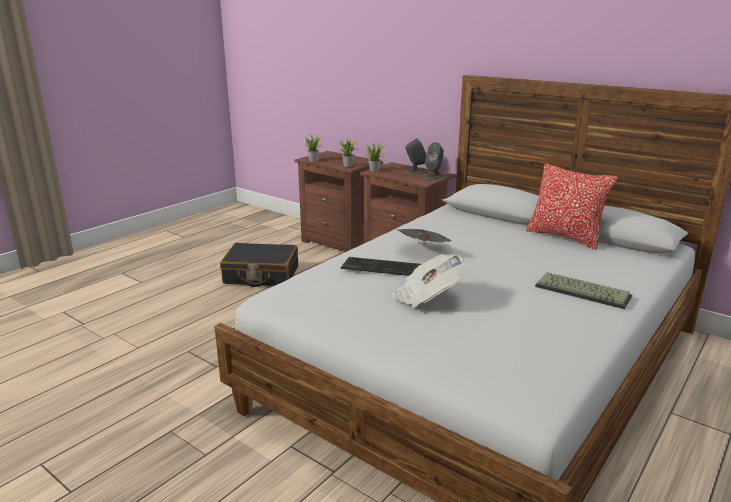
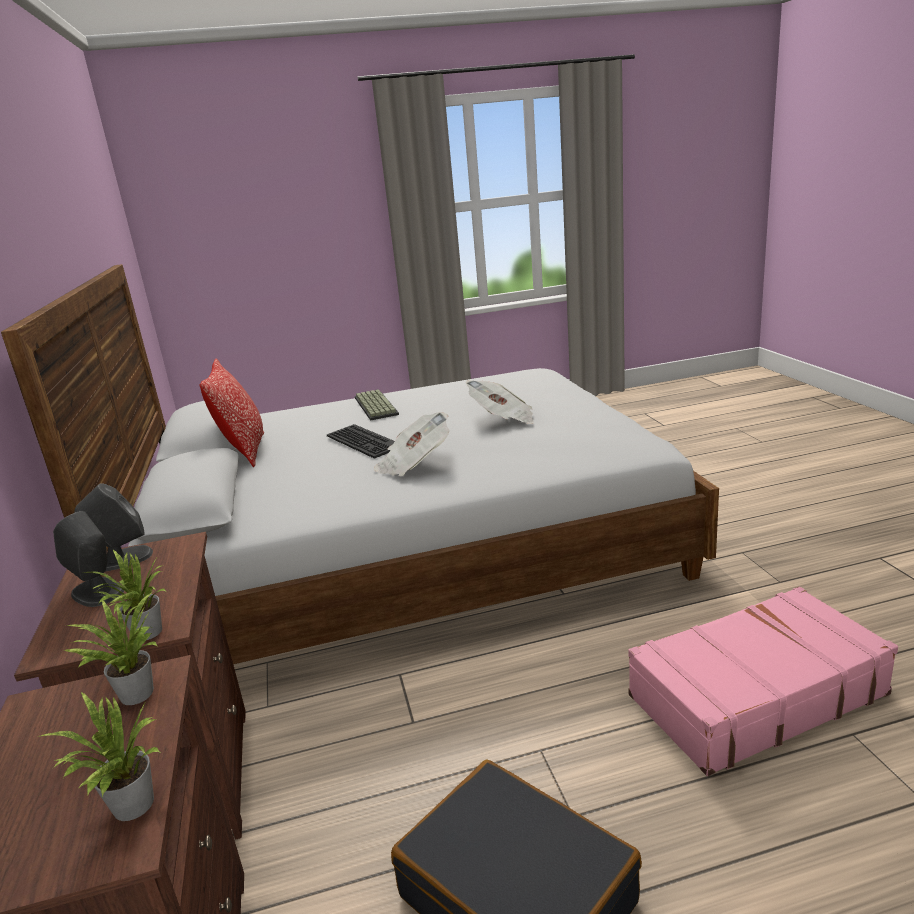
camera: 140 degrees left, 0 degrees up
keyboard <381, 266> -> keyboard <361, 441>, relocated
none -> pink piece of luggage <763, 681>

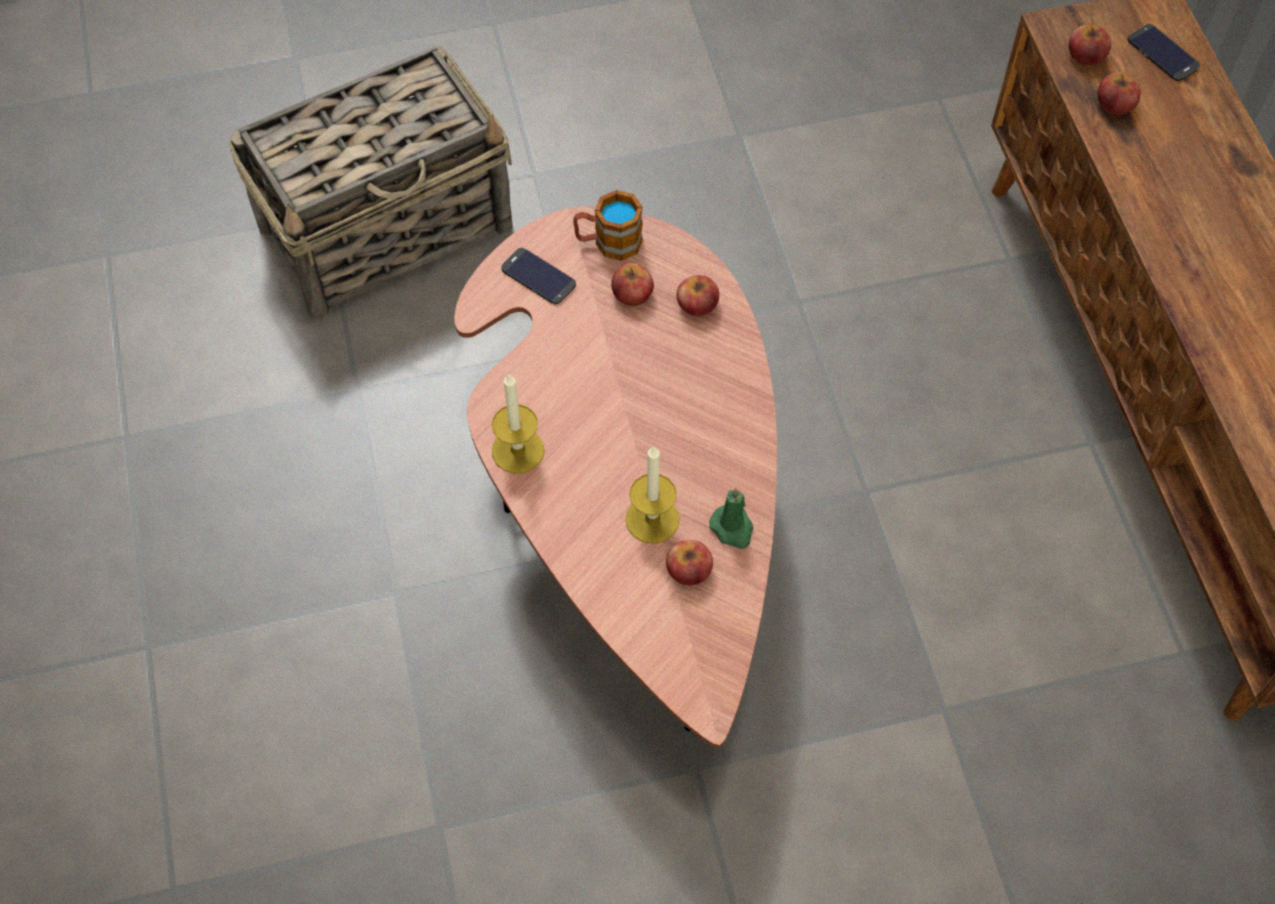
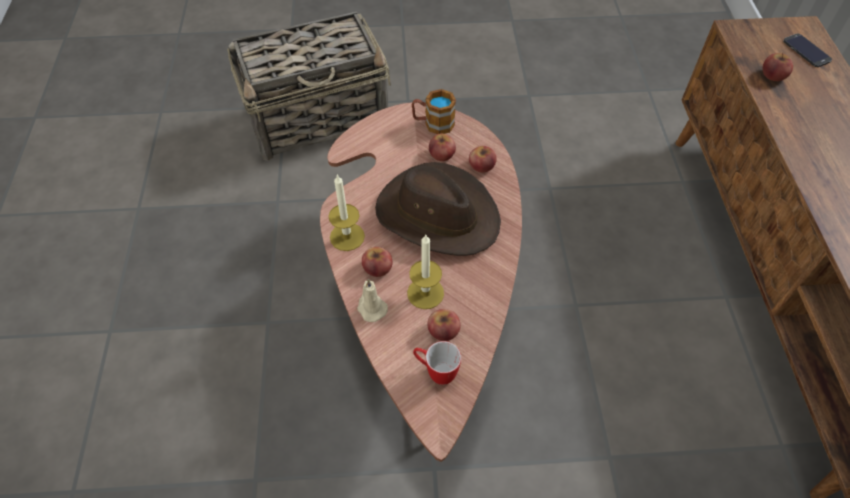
camera: 10 degrees right, 5 degrees down
apple <1090, 44> -> apple <377, 262>, relocated
telephone <538, 276> -> none
green wax candle <731, 518> -> none
none -> brown wearable hat <438, 209>
none -> beige wax candle <372, 300>
none -> tea mug <437, 363>

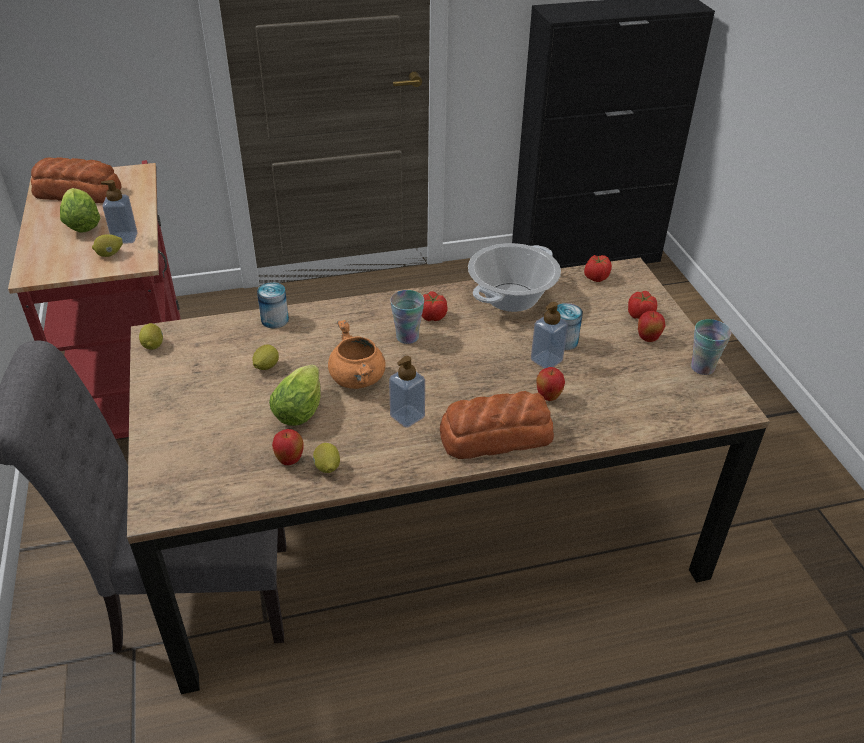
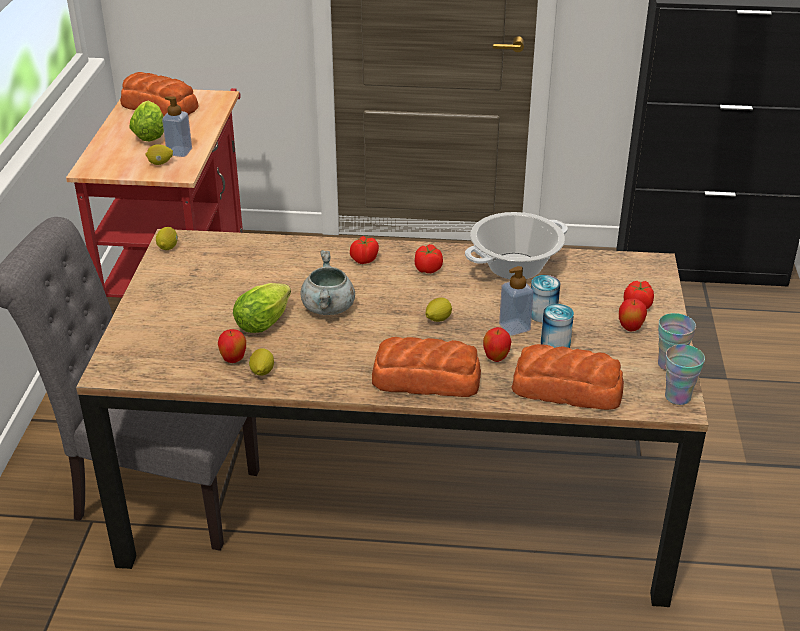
camera: 20 degrees right, 5 degrees down
whole tomato <598, 268> -> whole tomato <364, 250>, relocated
can <273, 305> -> can <557, 326>, relocated
drinking cup <407, 317> -> drinking cup <685, 374>, relocated
orange saucepot <357, 354> -> grey saucepot <328, 282>
citrus fruit <265, 357> -> citrus fruit <438, 310>, relocated
liquid soap bottle <407, 392> -> none
none -> bakery bread <567, 377>

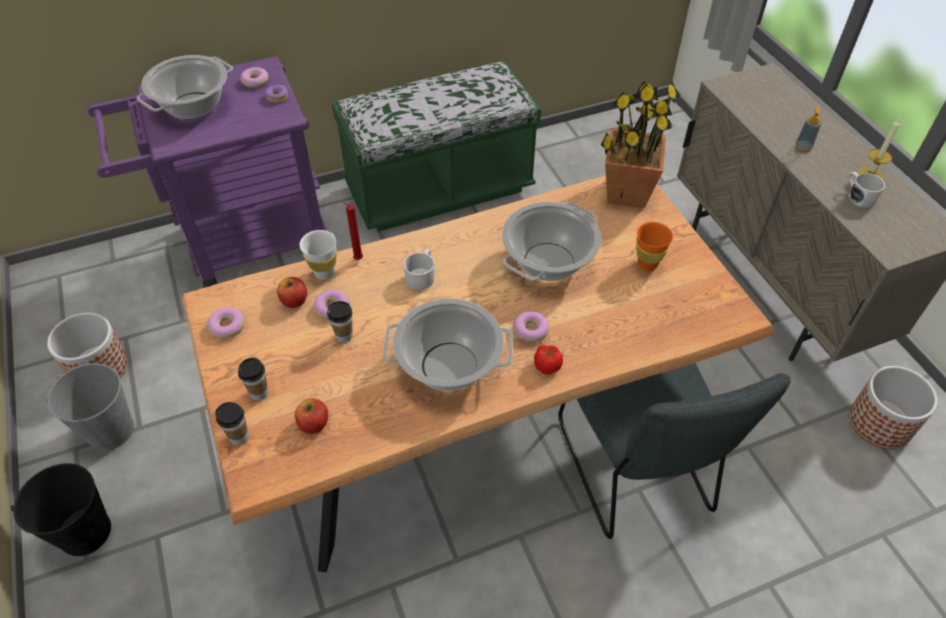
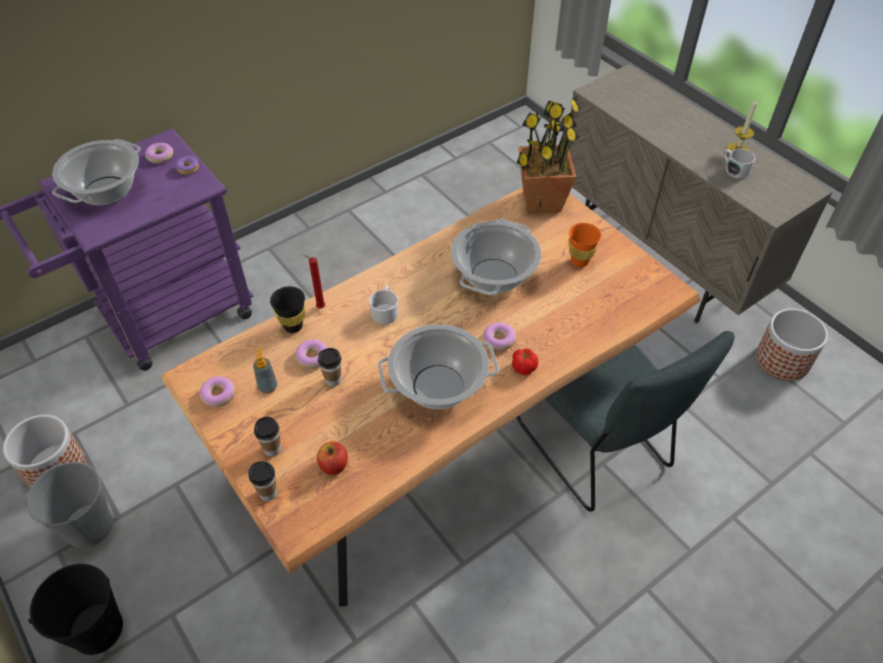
camera: 15 degrees left, 0 degrees up
green bench <436, 146> -> none
liquid soap bottle <808, 129> -> liquid soap bottle <265, 370>, relocated
white drinking cup <318, 255> -> black drinking cup <287, 309>
apple <292, 292> -> none

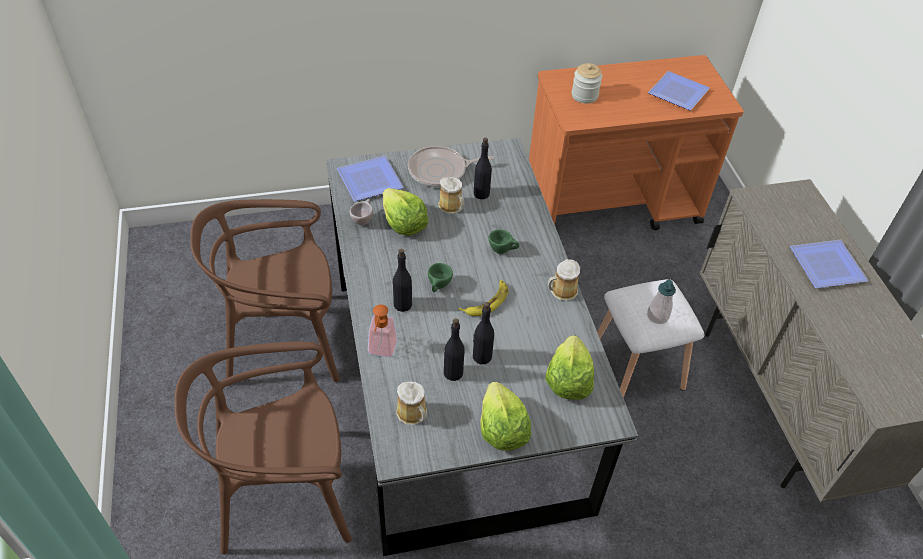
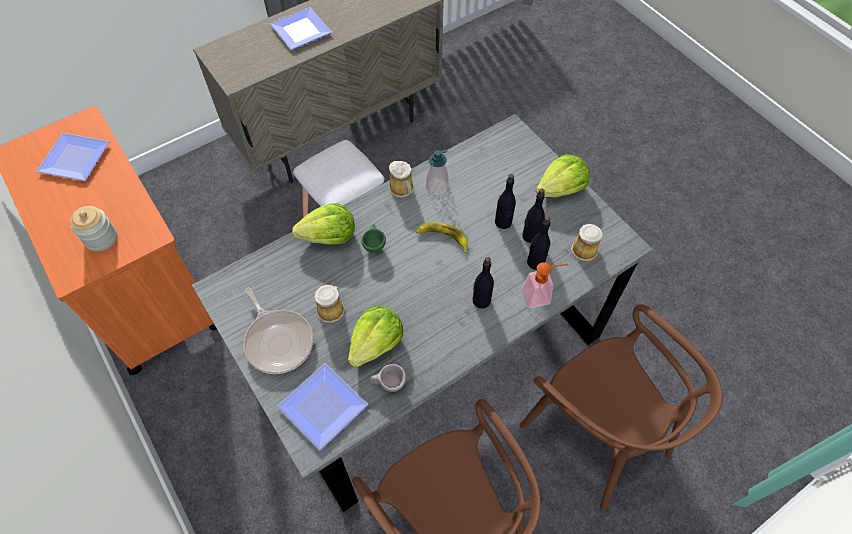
camera: 110 degrees left, 10 degrees up
black bottle <483, 168> -> black bottle <538, 243>, relocated
green drinking cup <440, 277> -> none
liquid soap bottle <661, 302> -> liquid soap bottle <437, 172>, relocated
head of lettuce <569, 367> -> head of lettuce <323, 224>, relocated

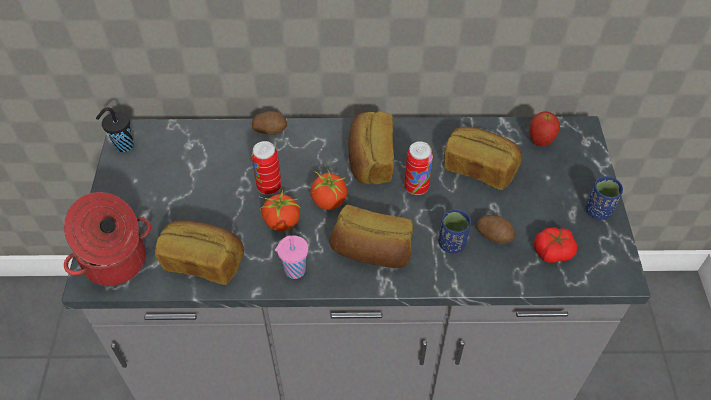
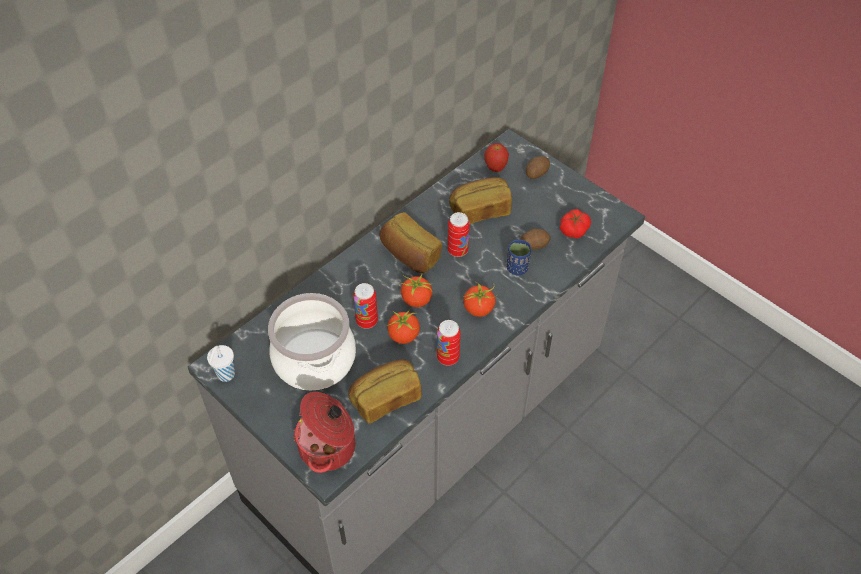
camera: 45 degrees left, 0 degrees up
black drinking cup <115, 129> -> white drinking cup <221, 363>
spud <269, 123> -> spud <538, 167>, relocated
blue-coloured drinking cup <604, 198> -> none
bakery bread <371, 236> -> whole tomato <479, 300>
pink drinking cup <291, 257> -> can <449, 343>
none -> saucepot <312, 341>

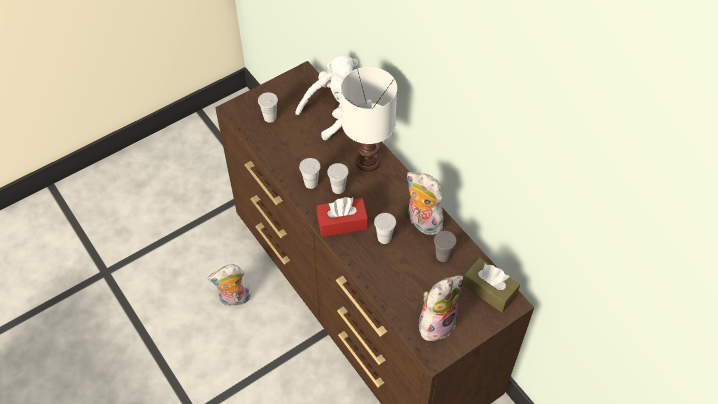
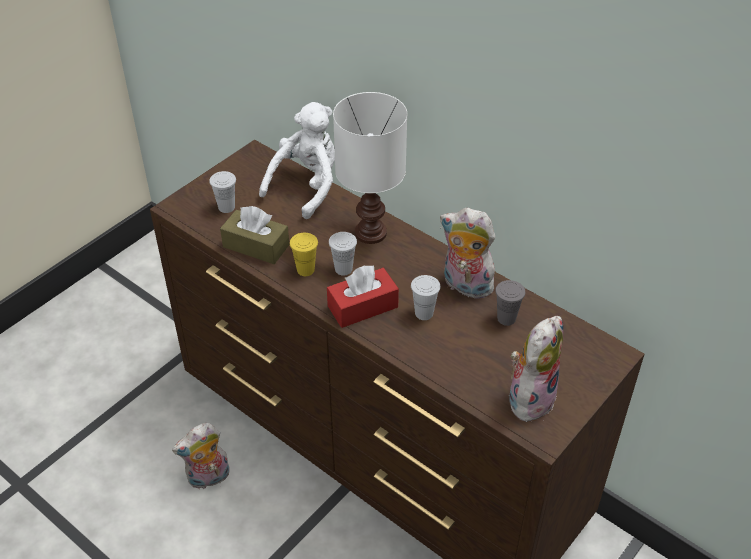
camera: 15 degrees left, 10 degrees down
white drinking cup <309, 173> -> yellow-coloured drinking cup <304, 254>
brown tissue holder <491, 285> -> brown tissue holder <254, 235>, relocated

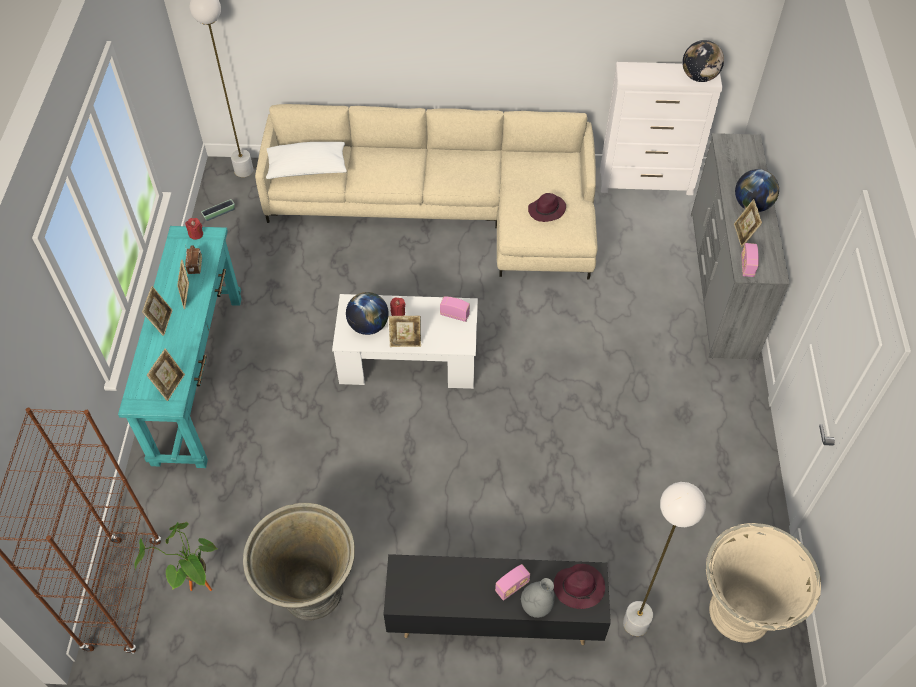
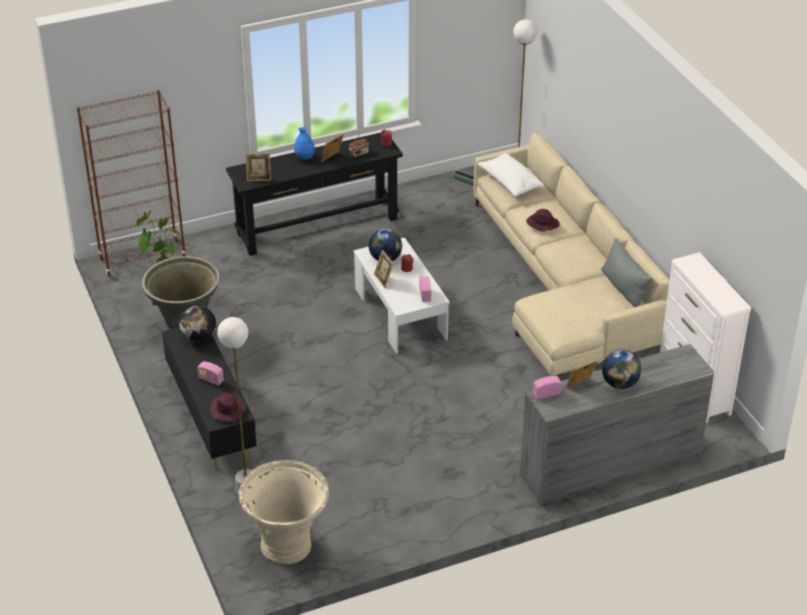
camera: 65 degrees right, 15 degrees down
globe <703, 61> -> globe <197, 324>, relocated
purplish wearable hat <547, 207> -> purplish wearable hat <543, 220>, relocated
turquoise-coloured hall table <180, 347> -> black hall table <314, 194>
picture frame <157, 311> -> blue-coloured decorative vase <304, 143>
grey decorative vase <538, 598> -> none
none -> grey pillow <627, 272>

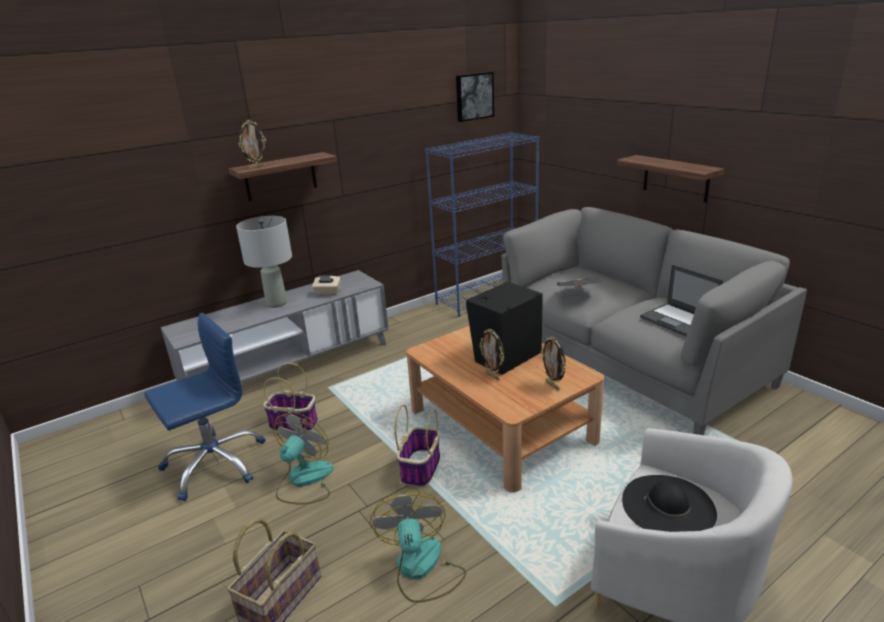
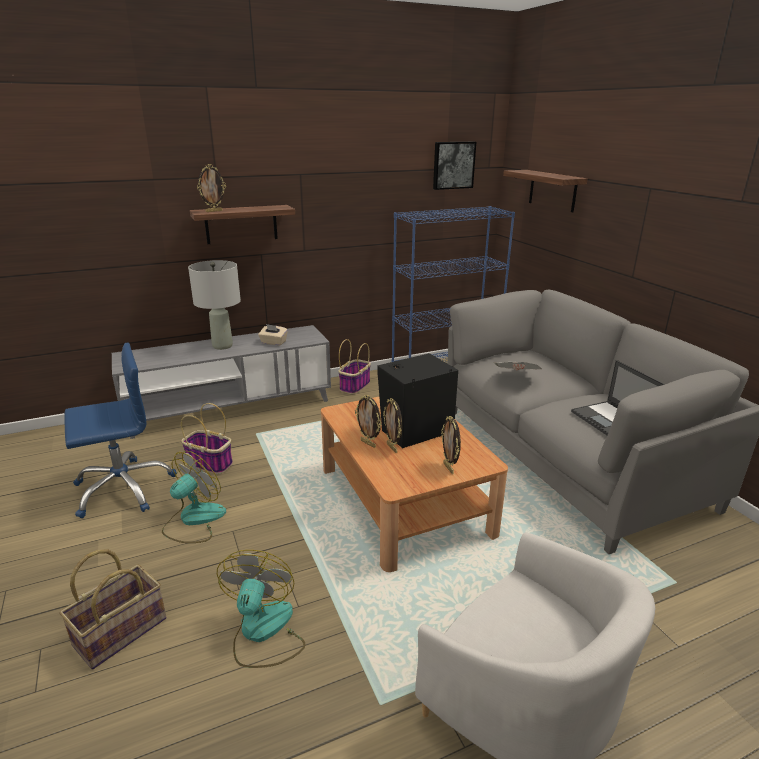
camera: 10 degrees right, 0 degrees up
shelf <670, 179> -> shelf <545, 191>, relocated
household basket <417, 446> -> household basket <354, 366>, relocated
black wearable hat <669, 503> -> none
none -> picture frame <368, 421>

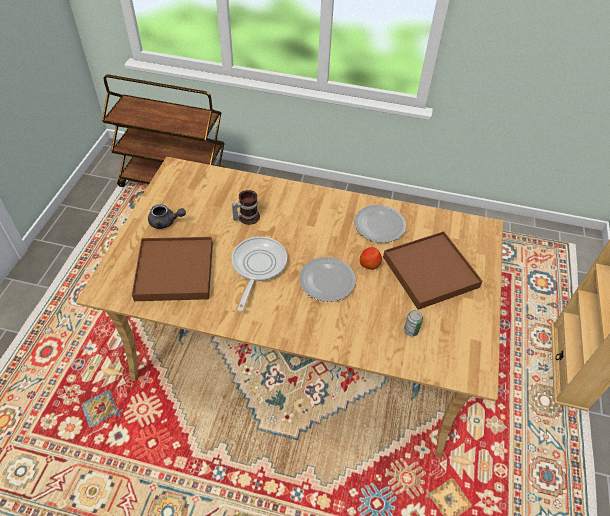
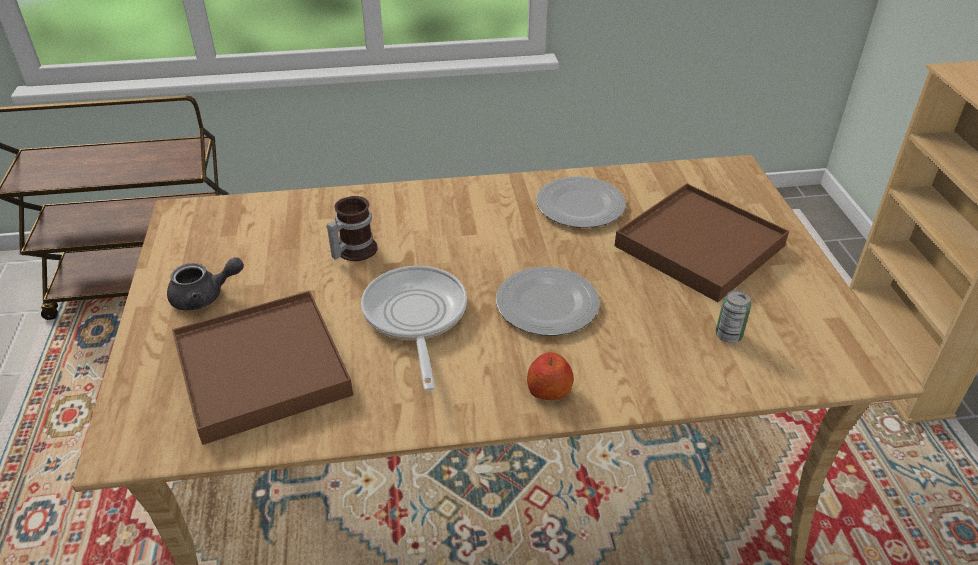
camera: 20 degrees left, 10 degrees down
apple <371, 258> -> apple <550, 376>, relocated

